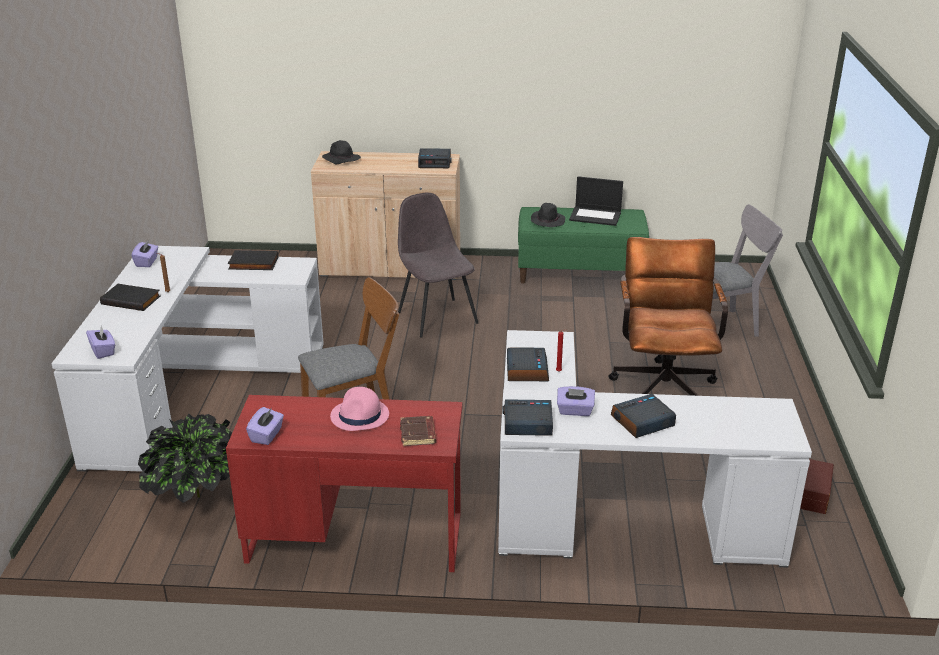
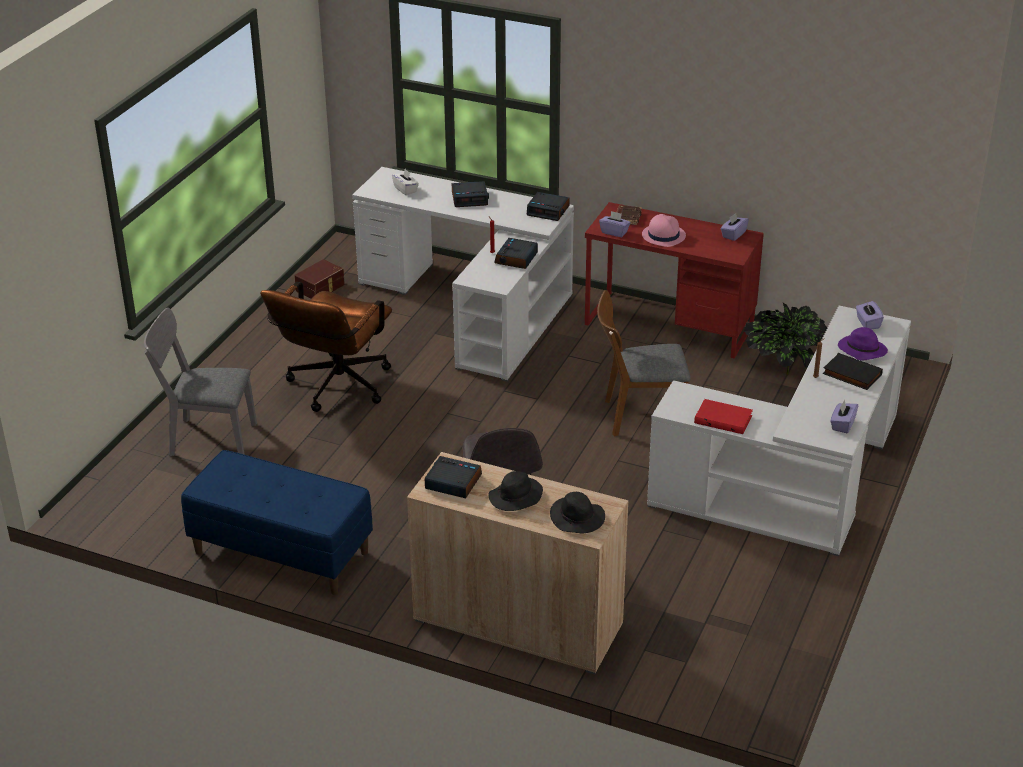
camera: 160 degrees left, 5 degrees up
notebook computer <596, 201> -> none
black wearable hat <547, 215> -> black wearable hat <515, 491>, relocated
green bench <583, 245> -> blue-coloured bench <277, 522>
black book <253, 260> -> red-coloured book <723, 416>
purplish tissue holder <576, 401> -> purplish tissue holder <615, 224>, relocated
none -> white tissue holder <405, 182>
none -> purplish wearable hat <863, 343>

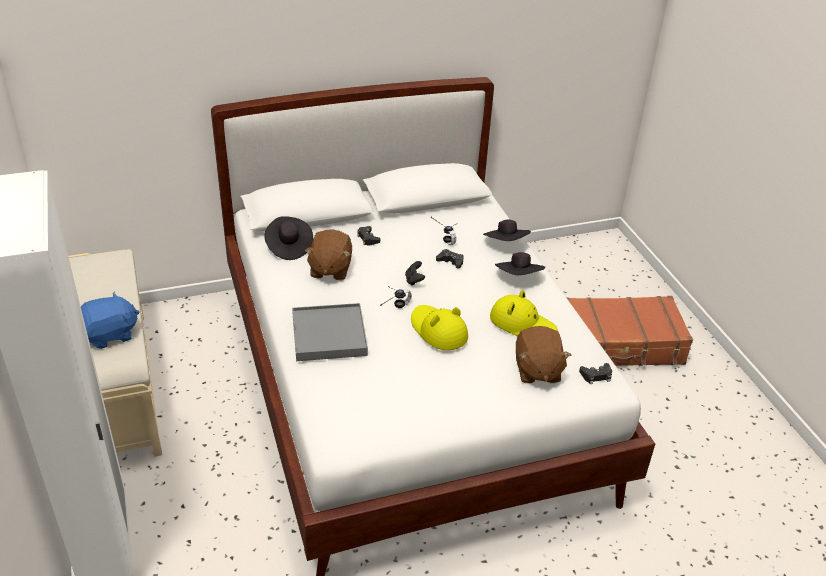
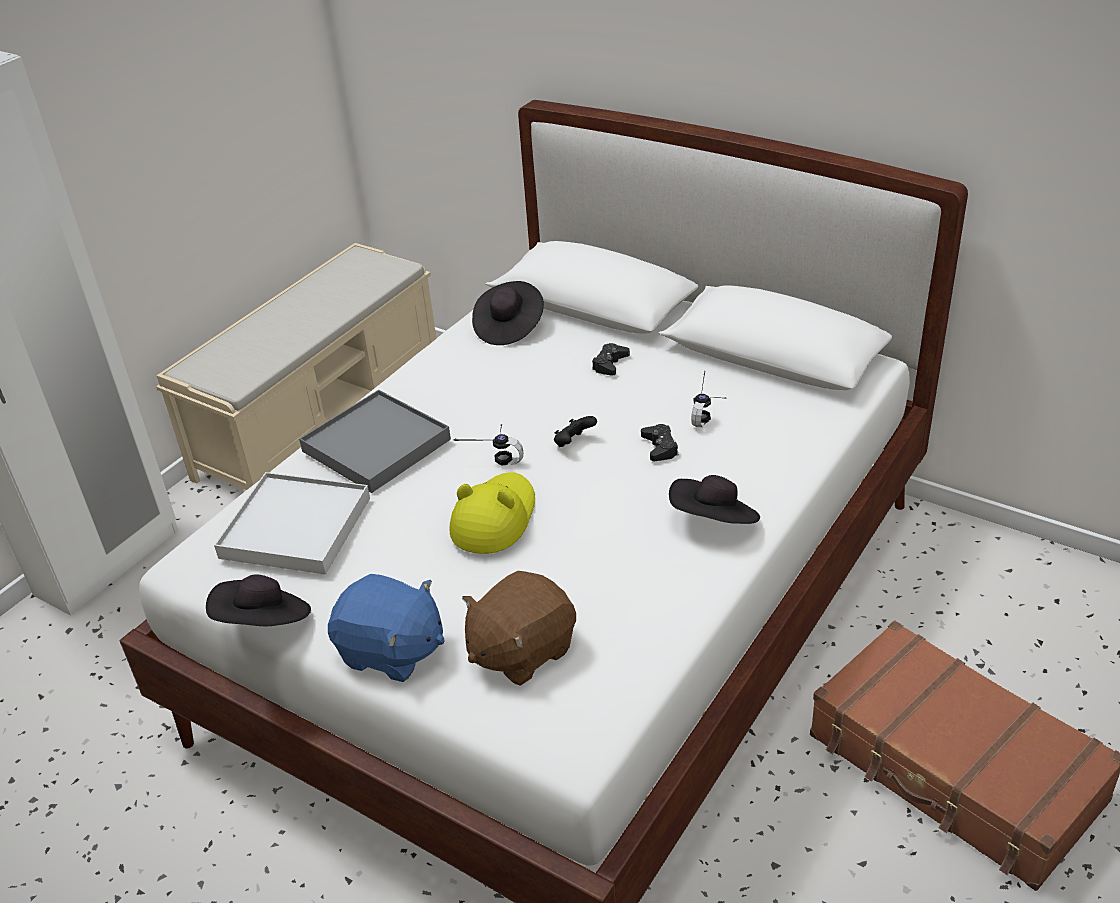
camera: 55 degrees right, 0 degrees up
black wearable hat <507, 230> -> black wearable hat <258, 600>, relocated
brown soft toy <328, 254> -> none
yellow-coloured wearable hat <524, 313> -> none
blue-coloured soft toy <110, 320> -> blue-coloured soft toy <386, 628>, relocated
black gamepad <595, 373> -> none
none -> white tray <292, 523>

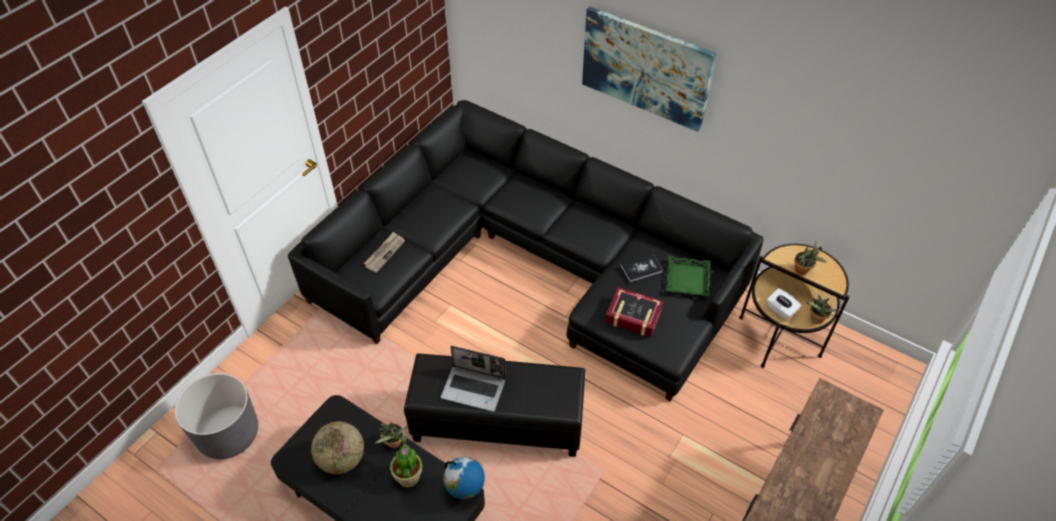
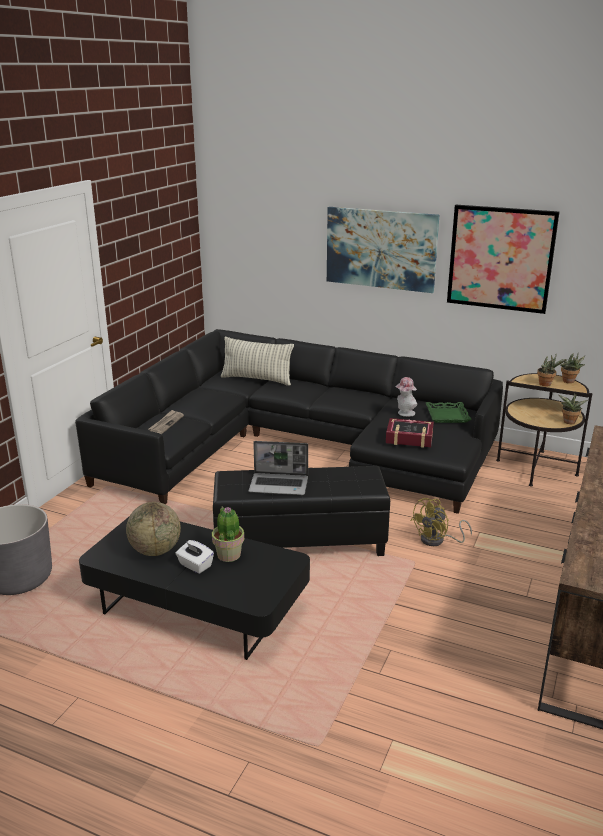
camera: 10 degrees left, 25 degrees down
book <641, 268> -> wearable hat <406, 397>
white tissue holder <784, 304> -> white tissue holder <194, 557>, relocated
houseplant <391, 435> -> houseplant <572, 368>, relocated
globe <464, 478> -> none
none -> wall art <503, 259>
none -> pillow <257, 361>
none -> yellow-coloured fan <441, 522>

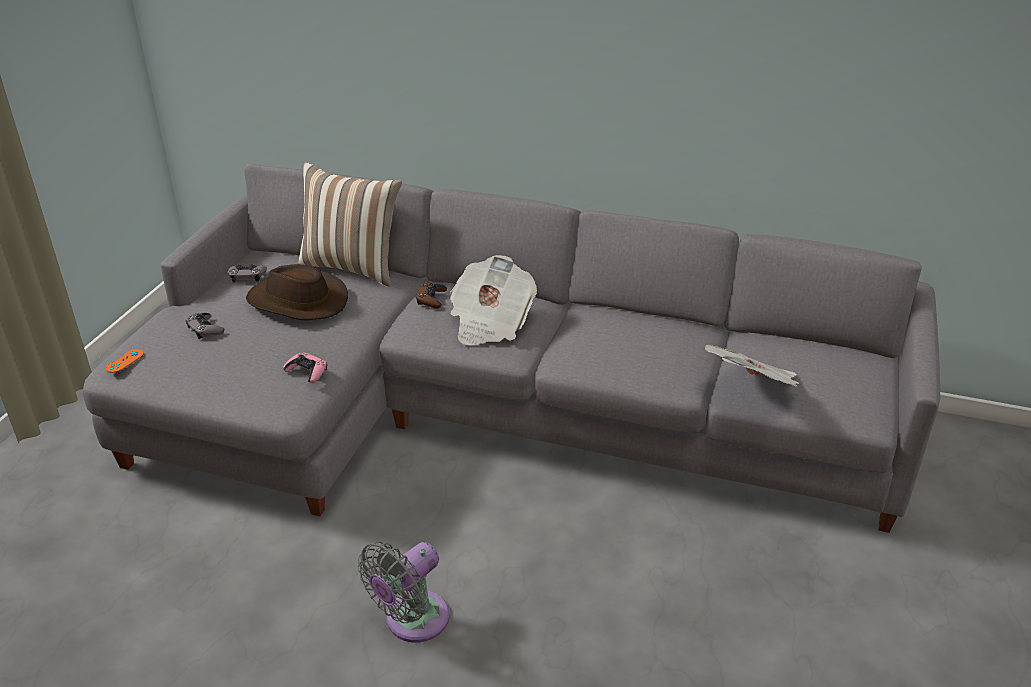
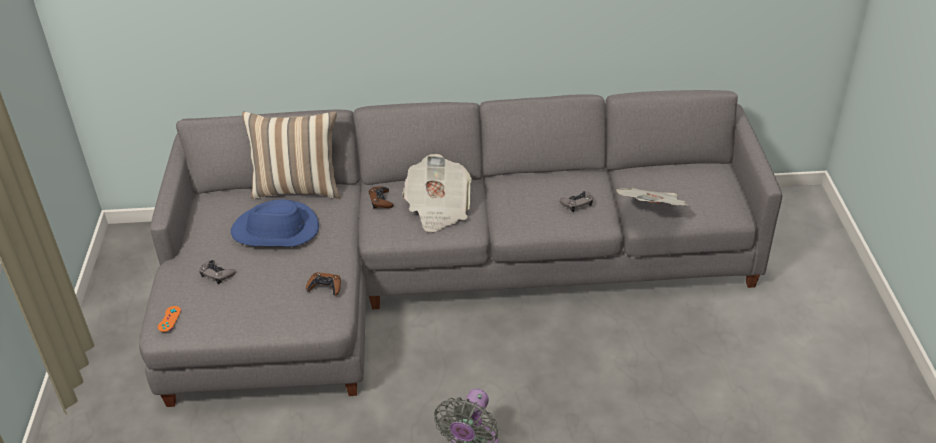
camera: 20 degrees left, 5 degrees up
grey gamepad <247, 273> -> grey gamepad <576, 201>, relocated
brown wearable hat <297, 292> -> blue-coloured wearable hat <275, 223>
pink gamepad <305, 367> -> brown gamepad <323, 283>

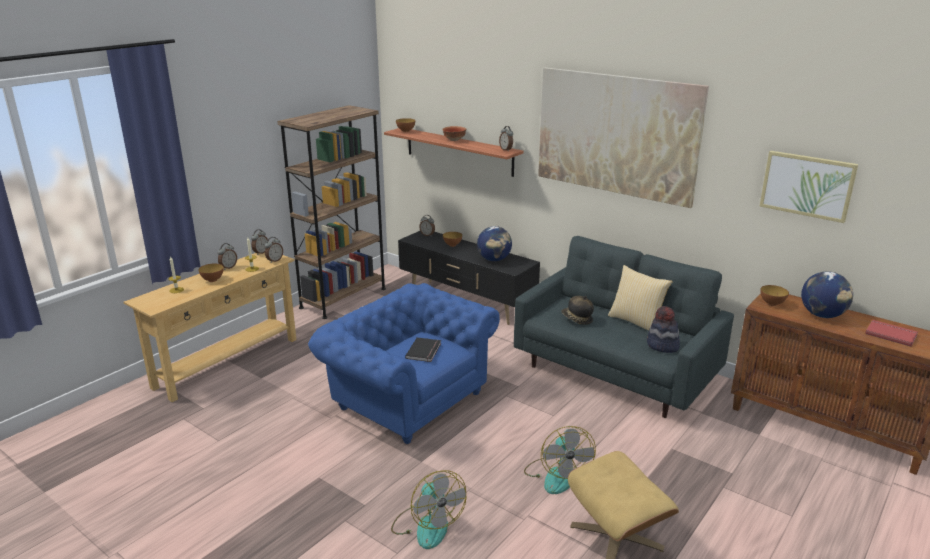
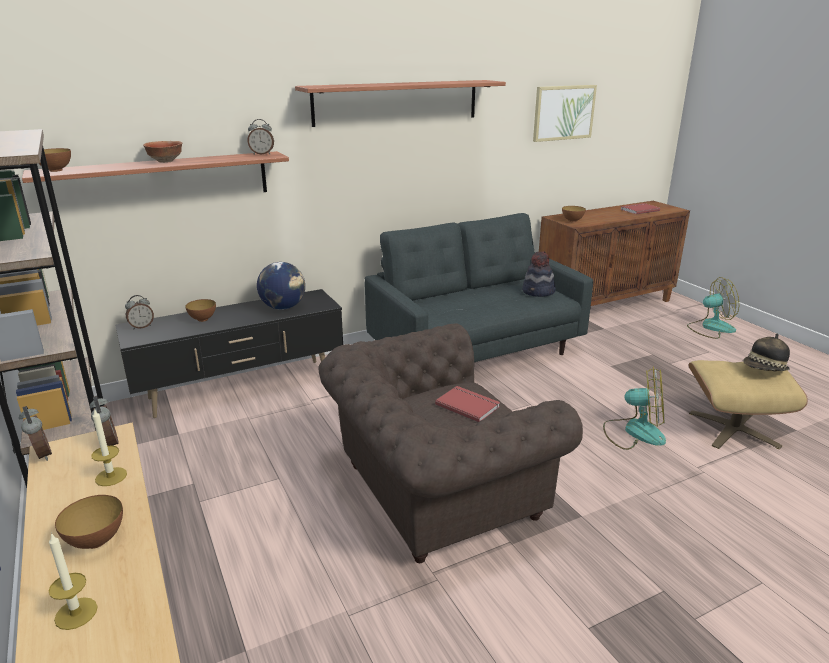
camera: 65 degrees left, 0 degrees up
wall art <623, 137> -> shelf <400, 103>
alarm clock <227, 256> -> none
pillow <640, 298> -> none
globe <827, 294> -> none
blue-coloured armchair <404, 363> -> brown armchair <450, 443>
wearable hat <577, 310> -> wearable hat <766, 352>, relocated
black book <423, 349> -> red-coloured book <467, 404>
fan <429, 509> -> fan <713, 308>, relocated

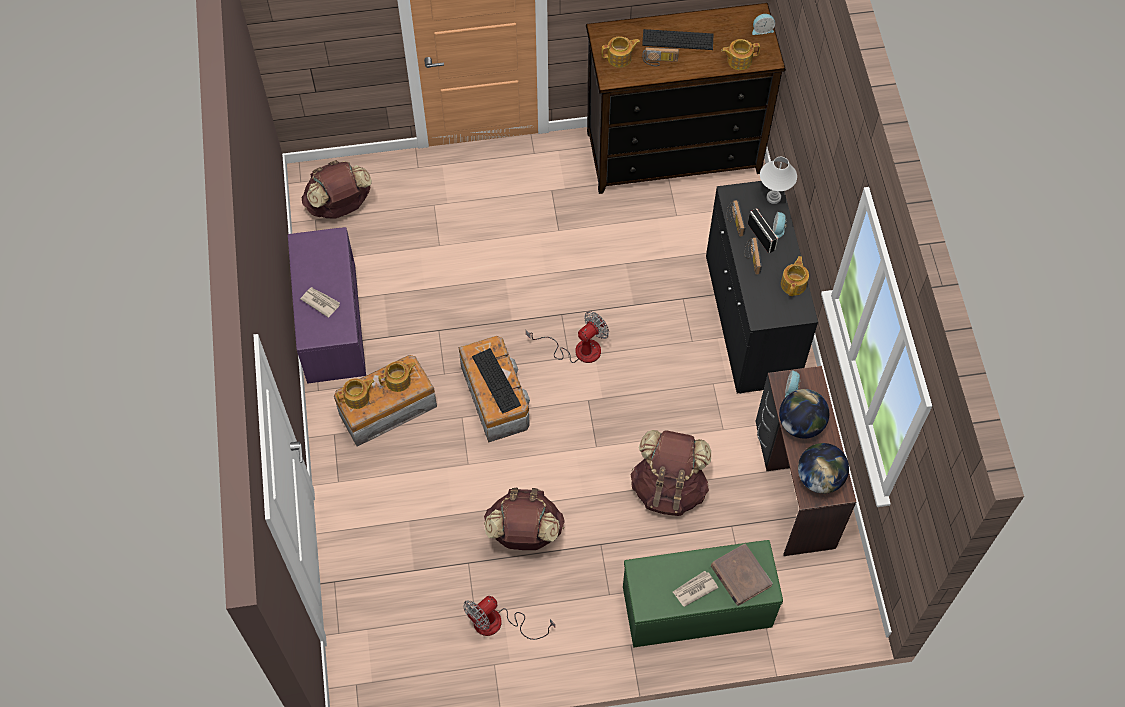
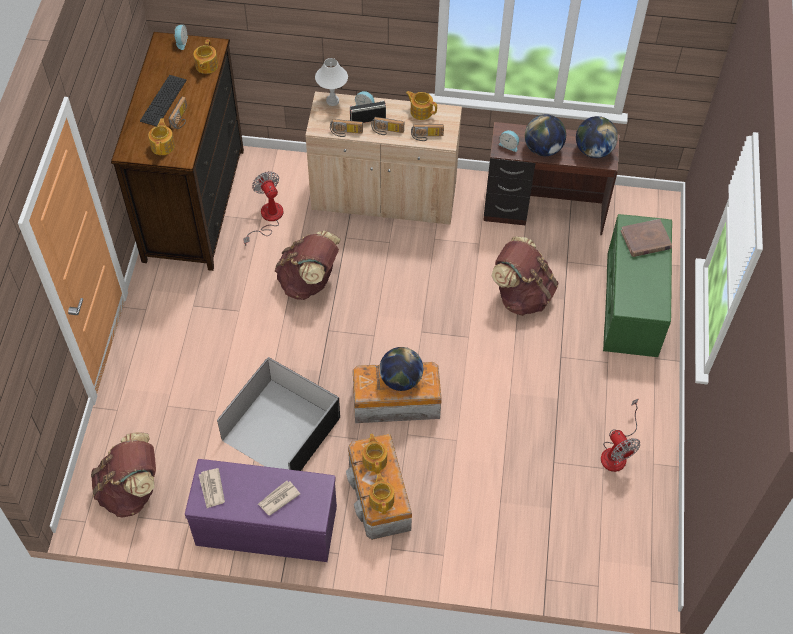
camera: 75 degrees left, 5 degrees down
black cupboard <762, 287> -> beige cupboard <383, 158>
fan <567, 337> -> fan <263, 208>, relocated
keyboard <496, 381> -> globe <401, 369>
brown knapsack <524, 519> -> brown knapsack <308, 265>, relocated
daily paper <695, 589> -> daily paper <212, 488>, relocated
none -> radio receiver <427, 132>
none -> black storage container <278, 414>

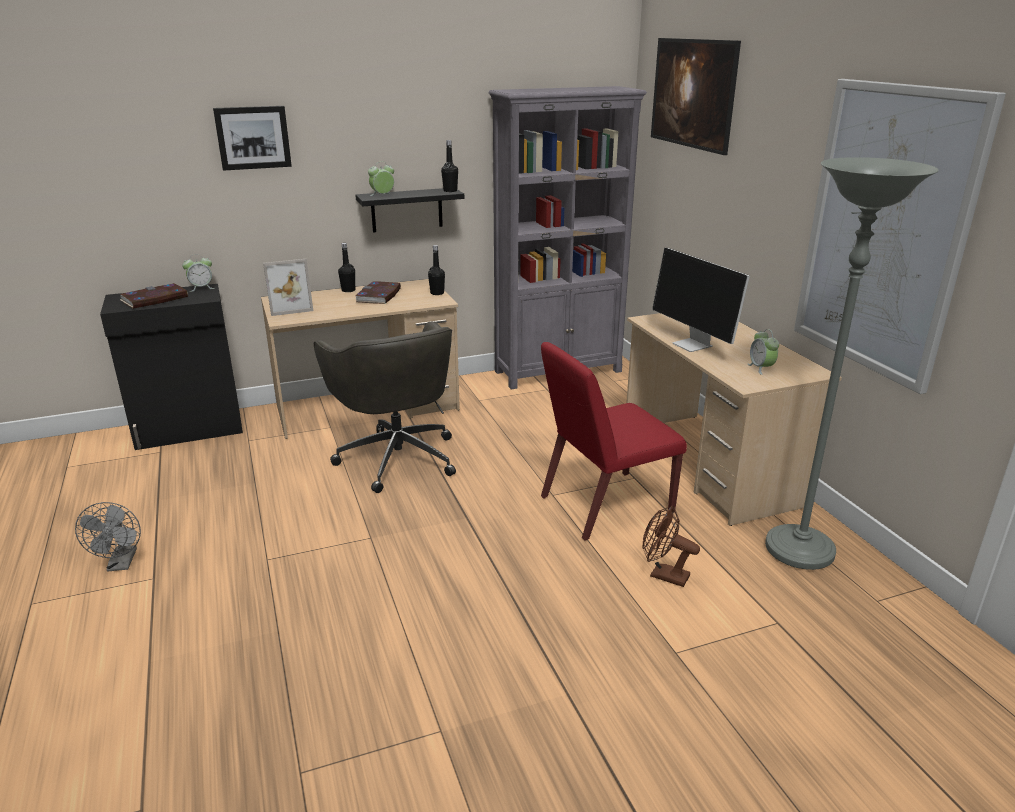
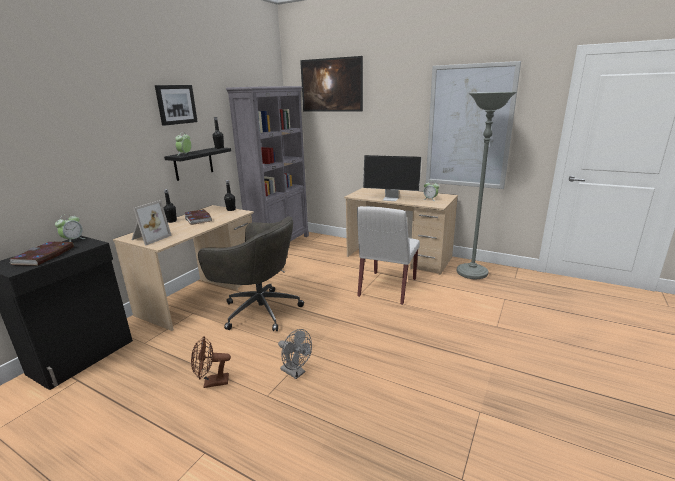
camera: 40 degrees left, 5 degrees down
wall art <252, 138> -> wall art <176, 105>, relocated
red-coloured upright chair <614, 441> -> white upright chair <388, 255>
grey fan <108, 536> -> grey fan <295, 354>, relocated
brown fan <671, 546> -> brown fan <211, 362>, relocated

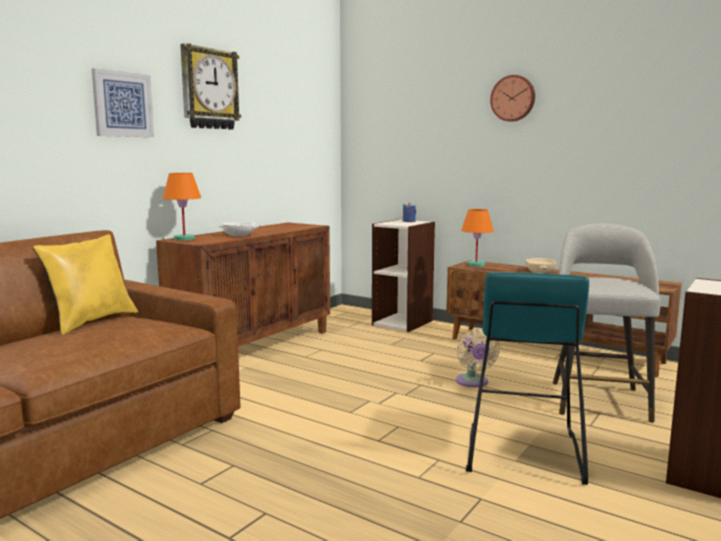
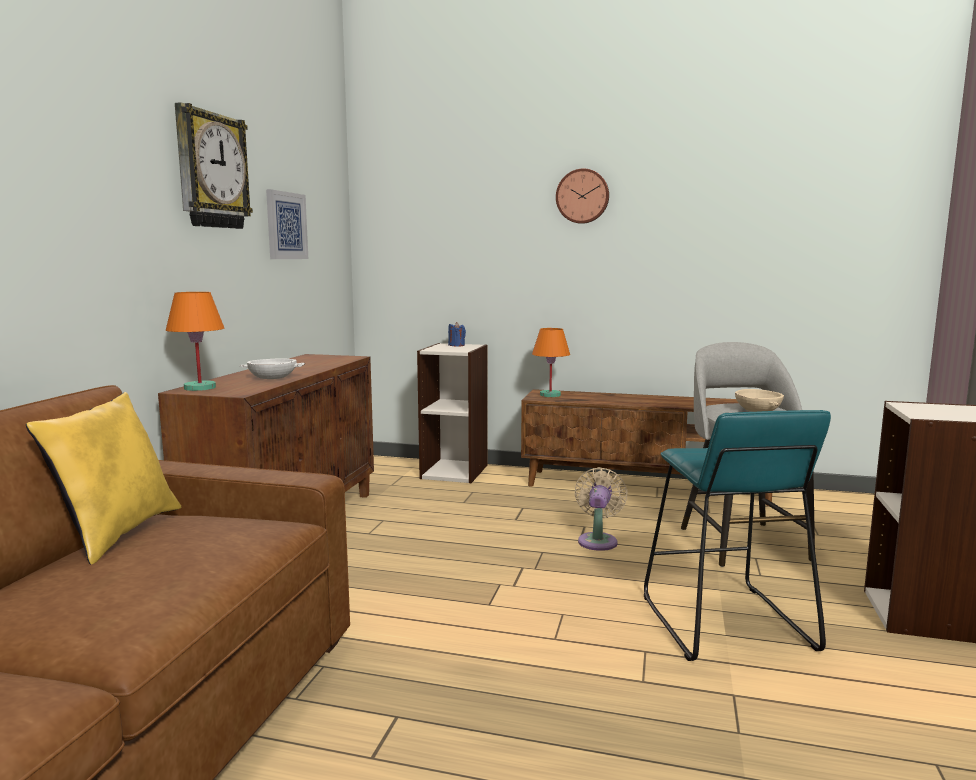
camera: 20 degrees left, 0 degrees up
wall art <123, 102> -> wall art <287, 224>, relocated
beige bowl <541, 265> -> beige bowl <759, 400>, relocated
beige fan <478, 357> -> beige fan <601, 509>, 135 degrees counterclockwise

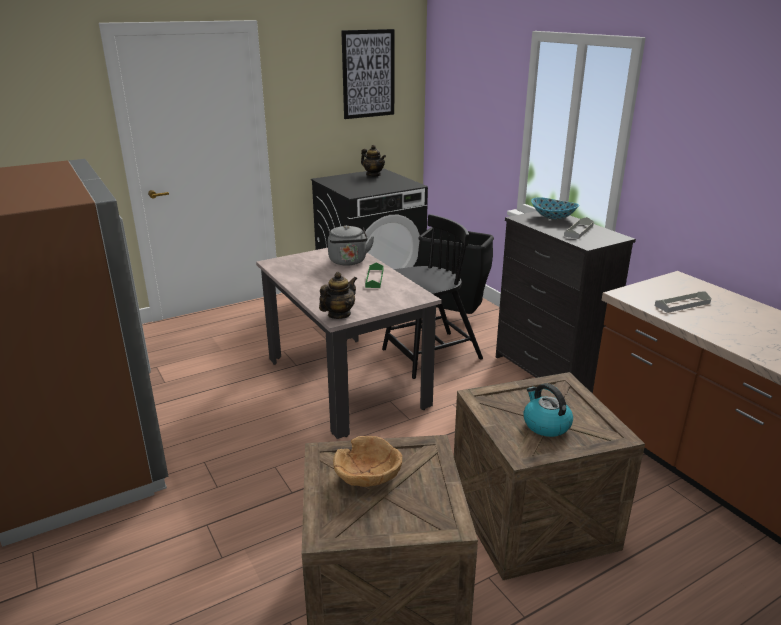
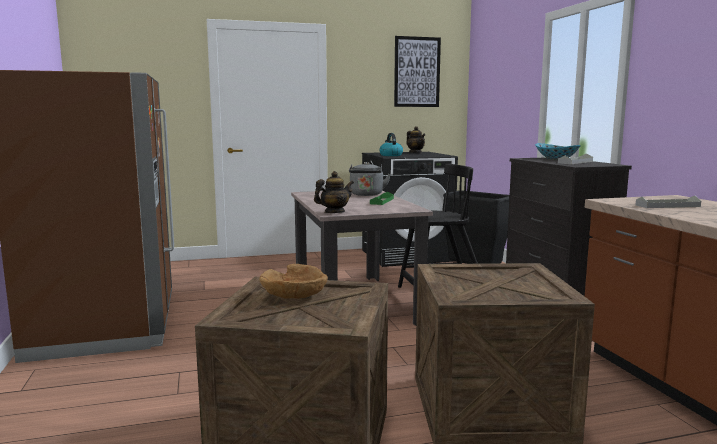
camera: 15 degrees right, 15 degrees down
kettle <548, 410> -> kettle <391, 144>, relocated

